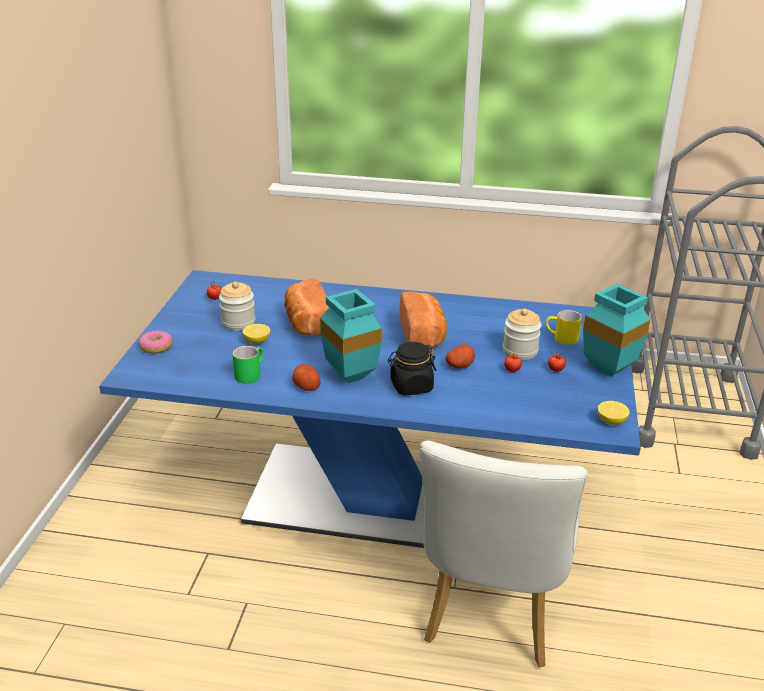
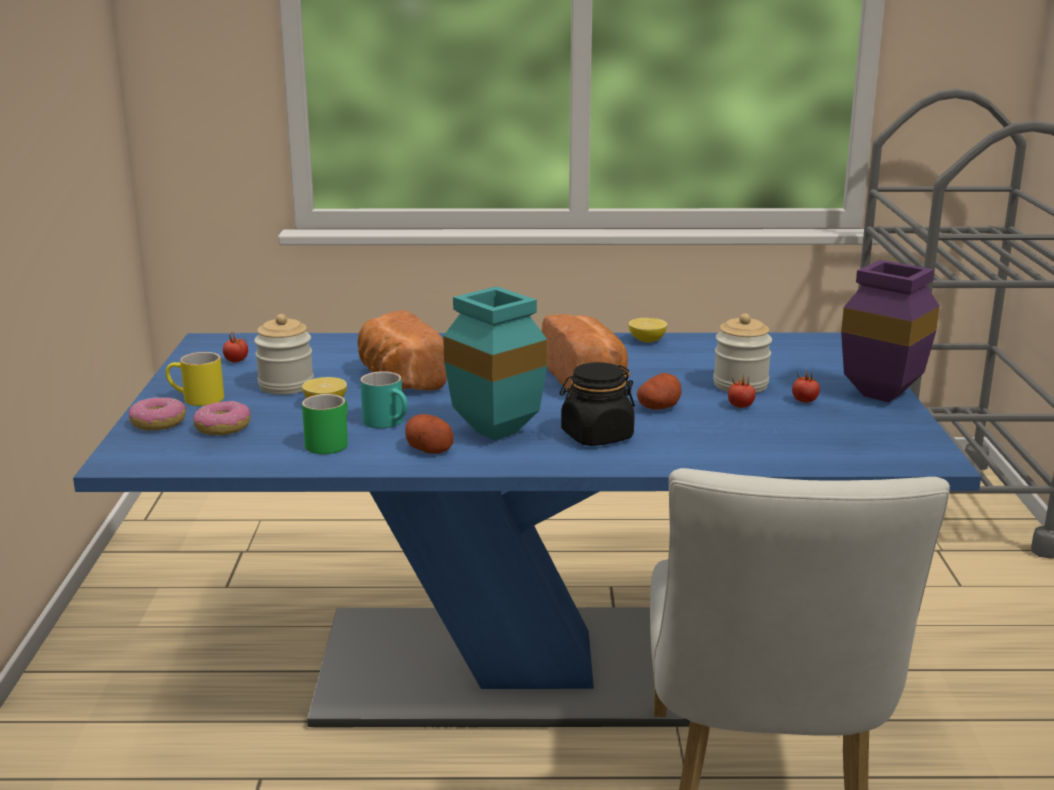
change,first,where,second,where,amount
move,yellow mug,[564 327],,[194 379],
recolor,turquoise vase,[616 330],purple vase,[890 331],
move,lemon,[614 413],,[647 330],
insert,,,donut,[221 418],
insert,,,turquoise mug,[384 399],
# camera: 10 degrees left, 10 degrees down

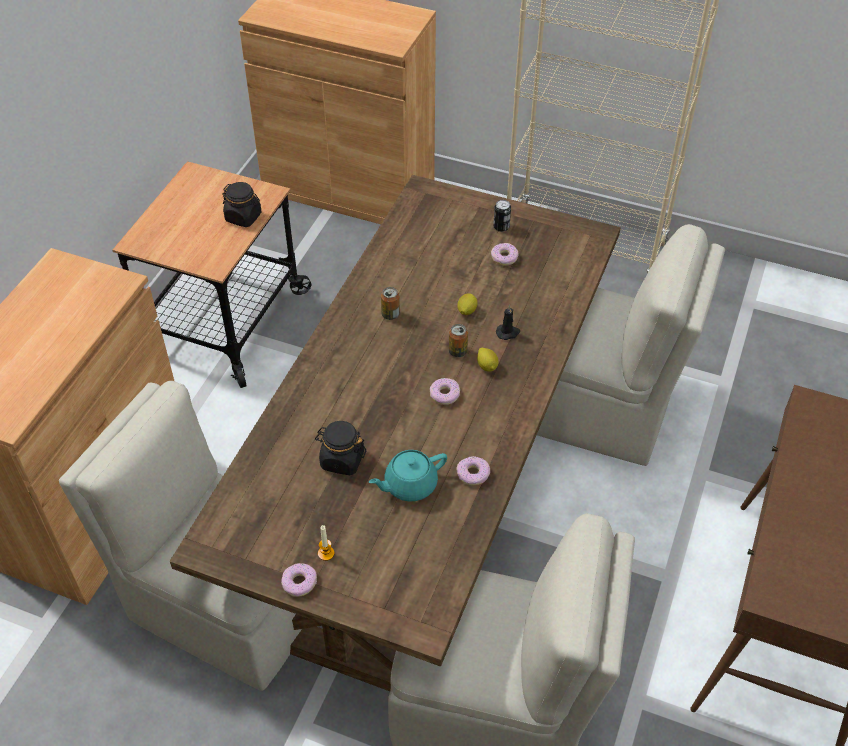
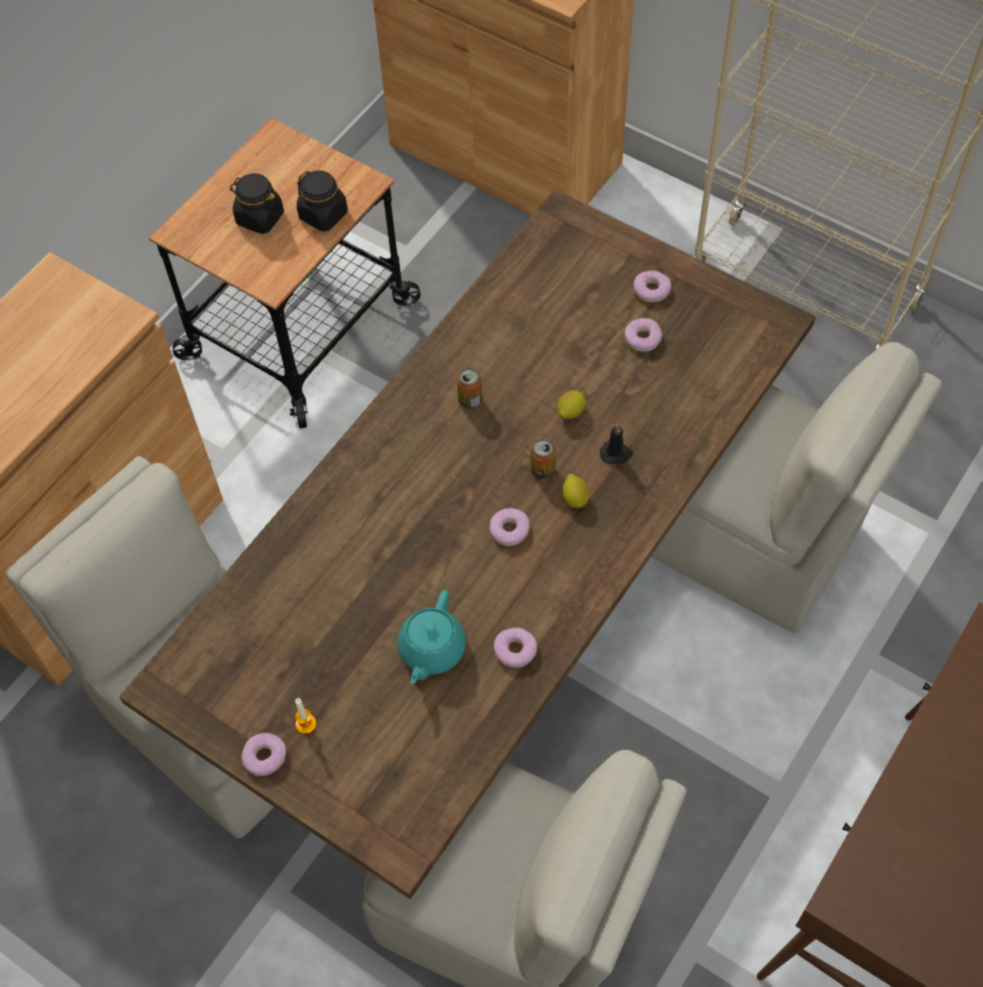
change,first,where,second,where,amount
move,black jar,[340 448],,[256 203],
rotate,turquoise teapot,[408 476],,[432 637],60 degrees counterclockwise
replace,can,[502 216],donut,[652 287],
# camera: 15 degrees right, 10 degrees up

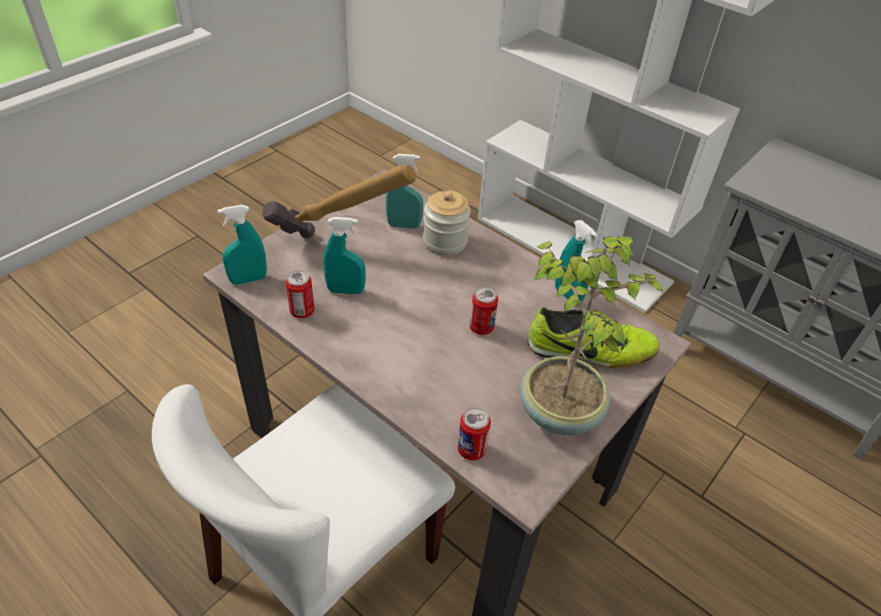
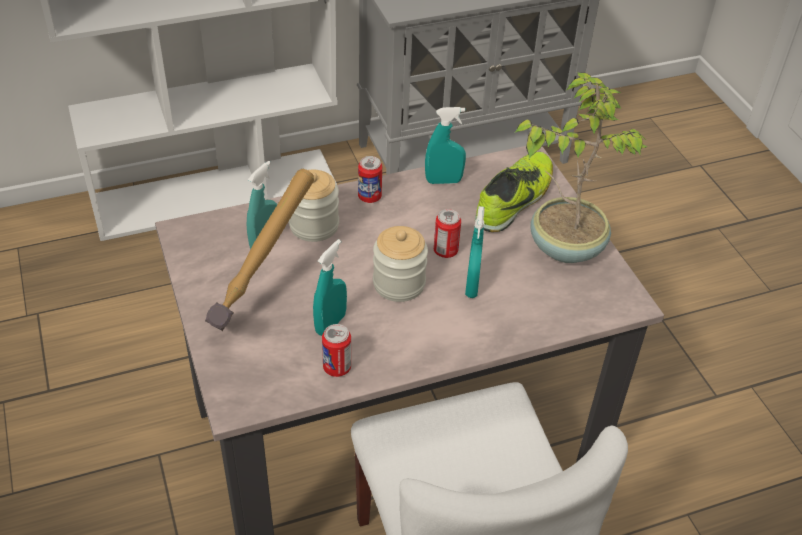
change,first,where,second,where,amount
move,turquoise spray bottle,[242 245],,[474 252],
move,can,[474 433],,[370 179],
insert,,,jar,[400 264],
# camera: 60 degrees left, 0 degrees up

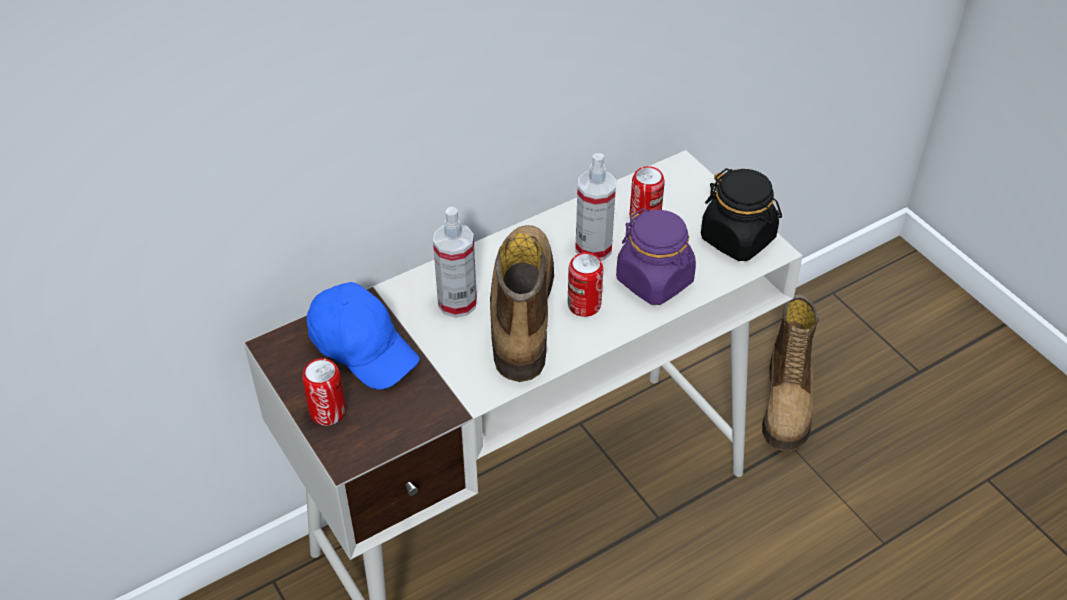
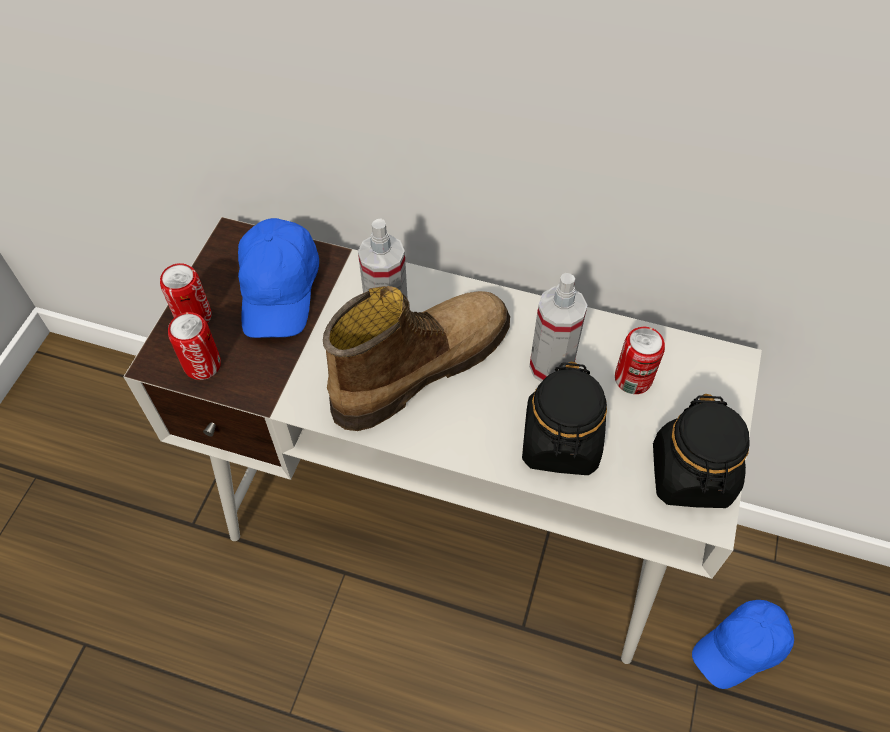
change,first,where,second,where,amount
move,can,[585 285],,[194 346],
recolor,purple jar,[656 256],black jar,[564 418],
replace,boot,[790 373],blue cap,[743 644],
# camera: 50 degrees right, 10 degrees up

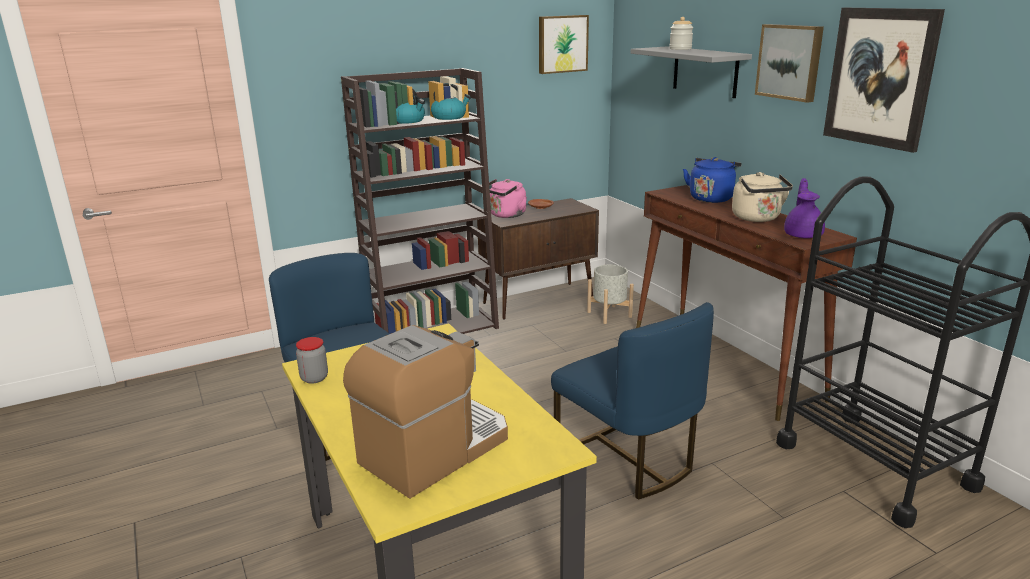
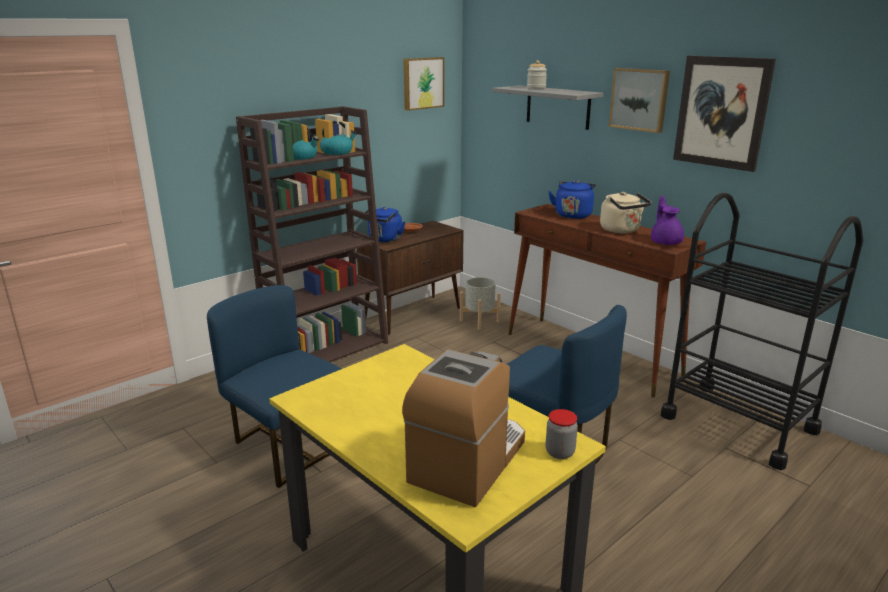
change,first,where,second,where,amount
move,jar,[312 360],,[562 434],
recolor,pink kettle,[508 198],blue kettle,[384 224],
# camera: 15 degrees left, 0 degrees up

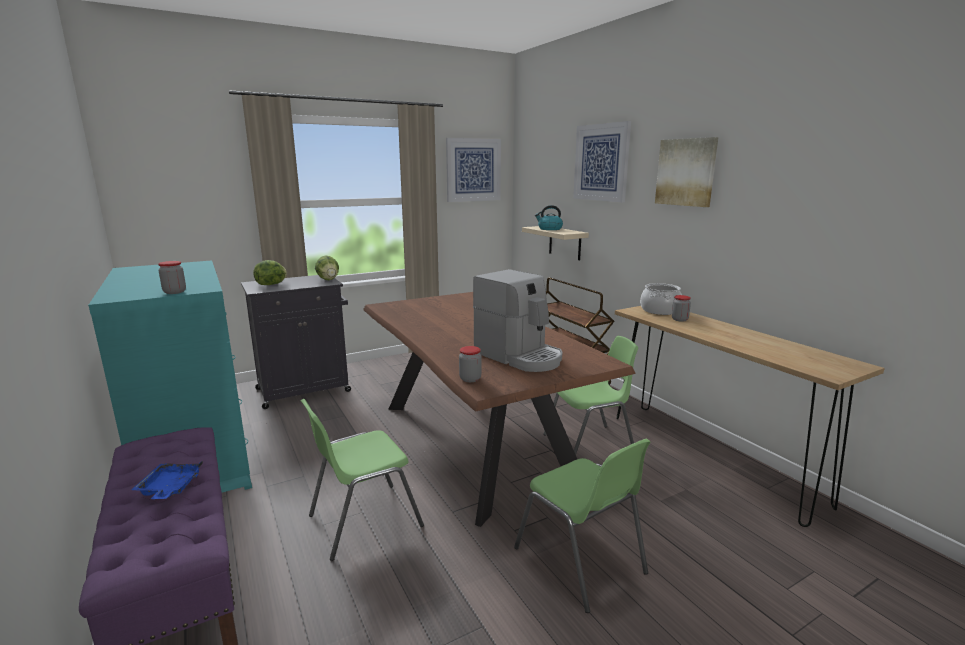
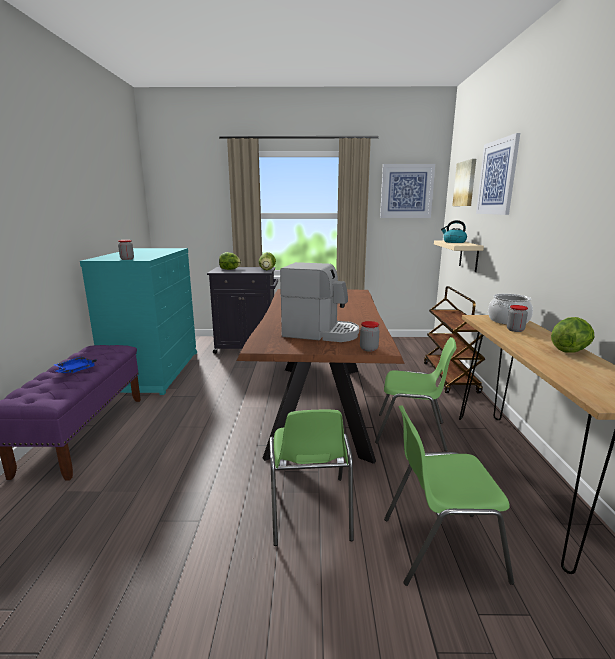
change,first,where,second,where,amount
move,green chair,[362 480],,[449 495],
move,jar,[470 364],,[370 336],
rotate,coffee machine,[517 320],,[319 302],60 degrees counterclockwise
move,picture,[686 172],,[464 182],
insert,,,lettuce,[572 335],
# camera: 30 degrees right, 0 degrees up

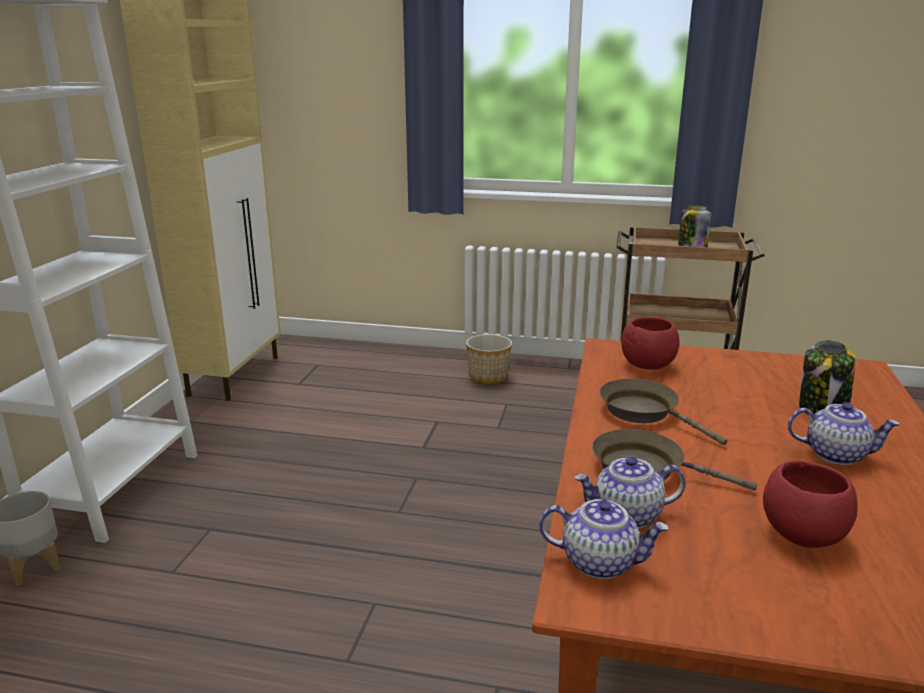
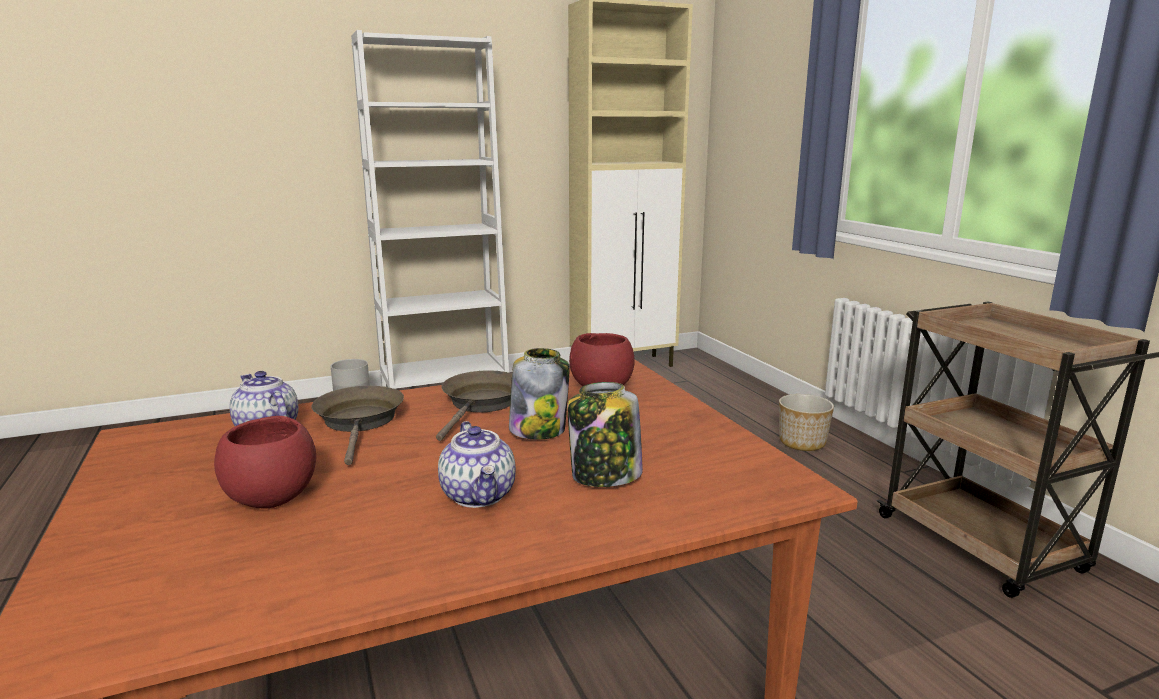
change,first,where,second,where,amount
delete,teapot,[604 539],,,
move,jar,[694 226],,[539 393],
# camera: 55 degrees right, 5 degrees down

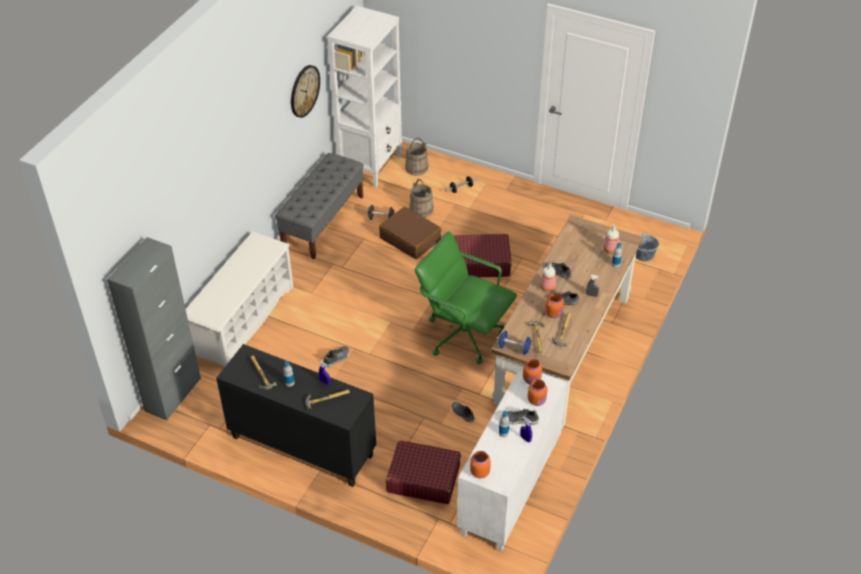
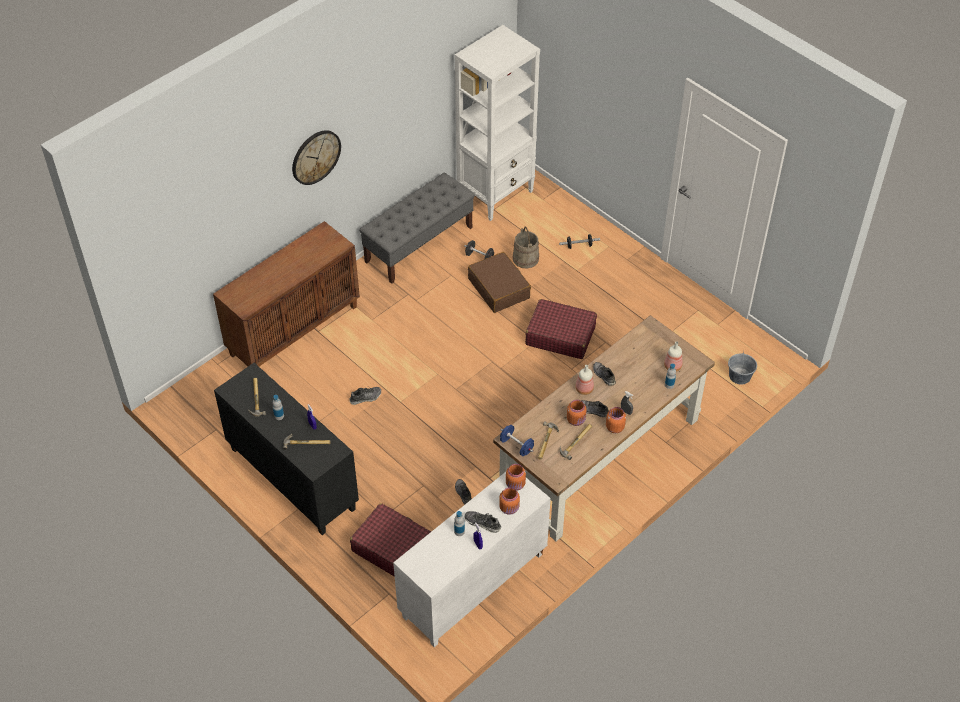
change,first,where,second,where,amount
delete,grey cabinet,[154 329],,,
replace,white shoe rack,[239 299],brown cabinet,[286 293],
move,wall clock,[305 91],,[316 157],
delete,beige bucket,[416 157],,,
delete,green office chair,[466 297],,,
move,orange jar,[480 464],,[616 420],
# camera: 20 degrees right, 5 degrees up

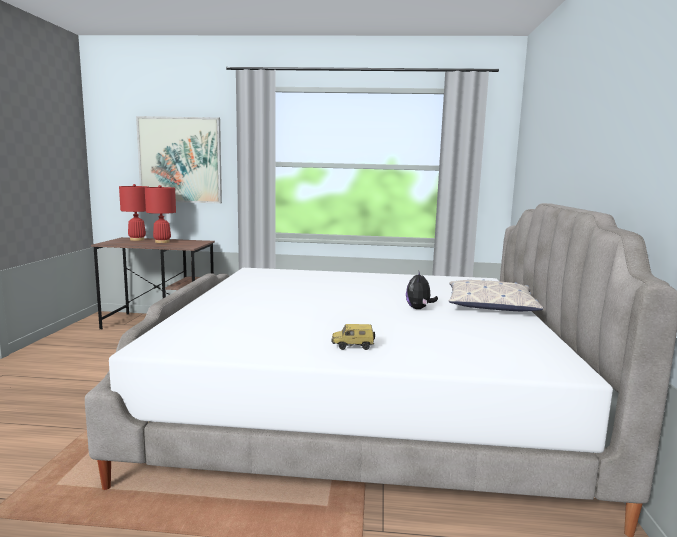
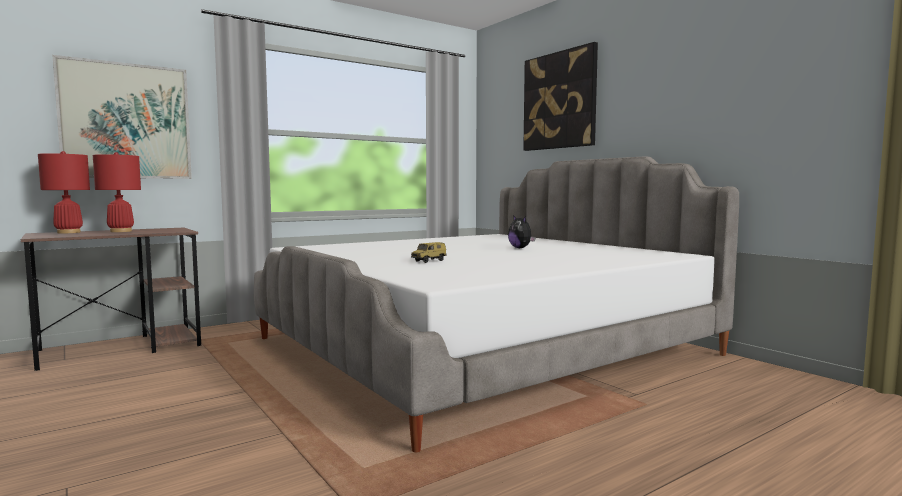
change,first,where,second,where,amount
move,toy car,[353 337],,[429 252],
delete,pillow,[496 295],,,
insert,,,picture,[560 96],
# camera: 40 degrees left, 5 degrees down

